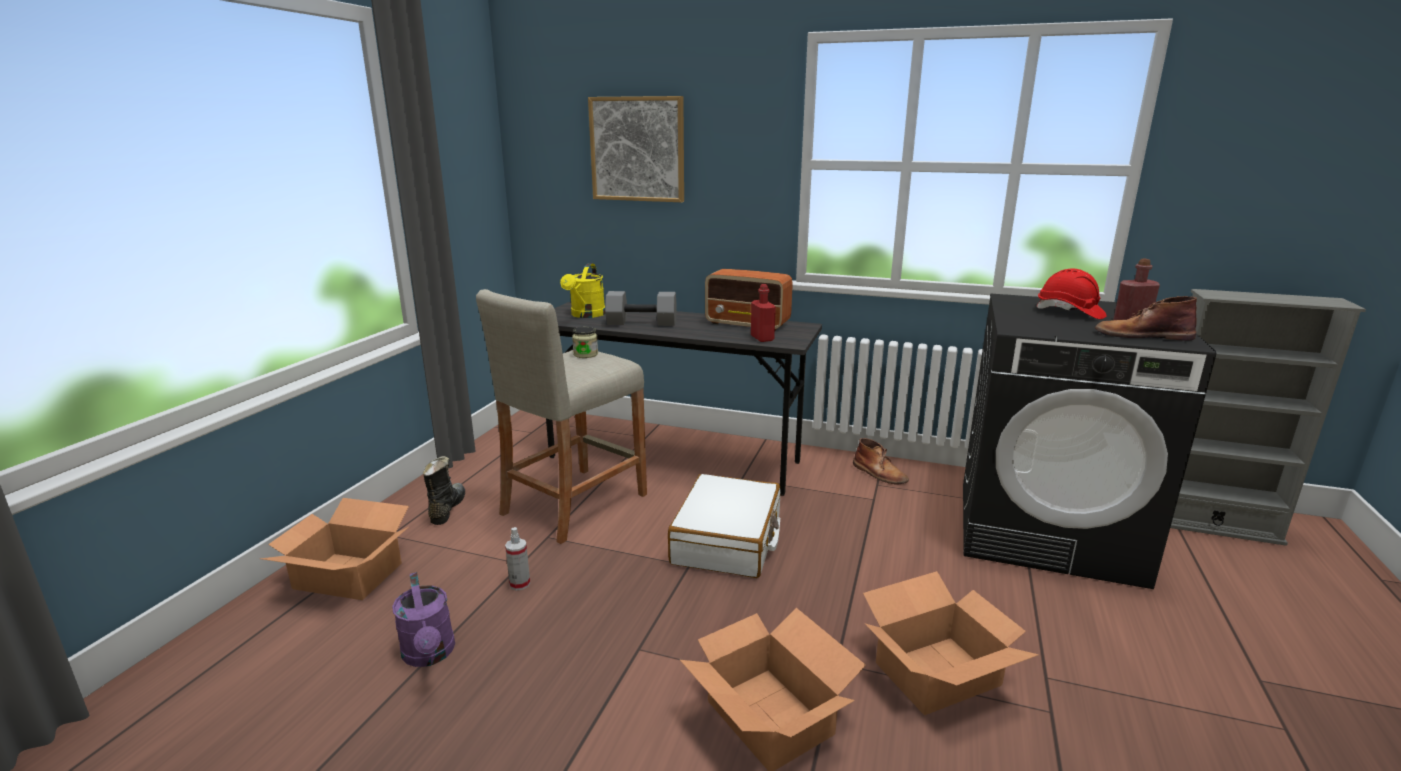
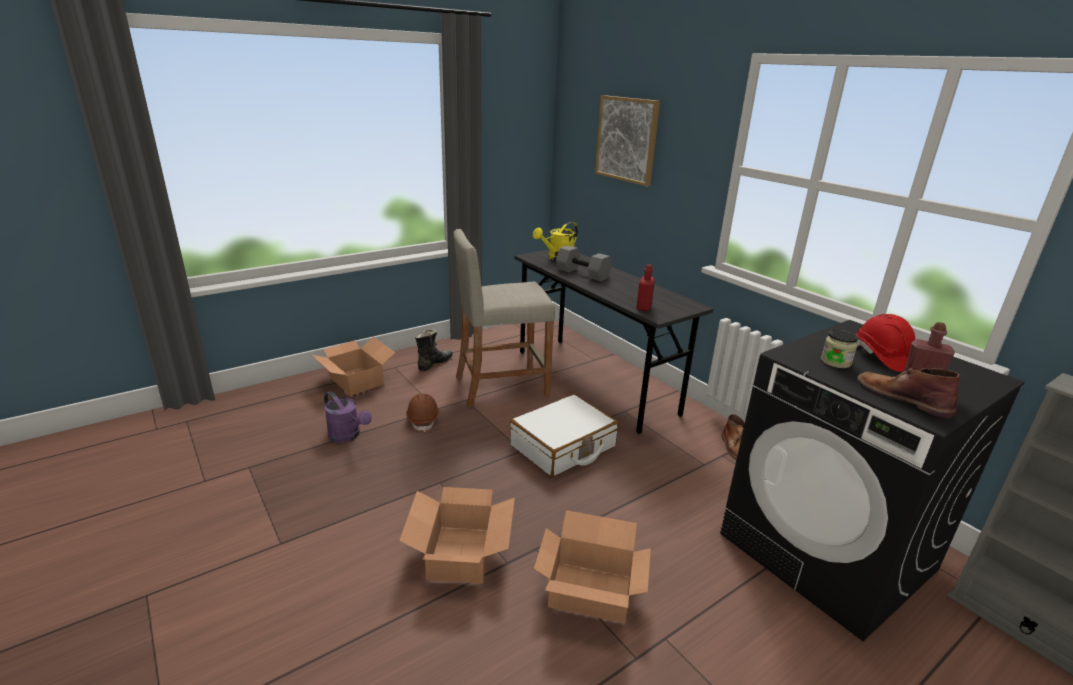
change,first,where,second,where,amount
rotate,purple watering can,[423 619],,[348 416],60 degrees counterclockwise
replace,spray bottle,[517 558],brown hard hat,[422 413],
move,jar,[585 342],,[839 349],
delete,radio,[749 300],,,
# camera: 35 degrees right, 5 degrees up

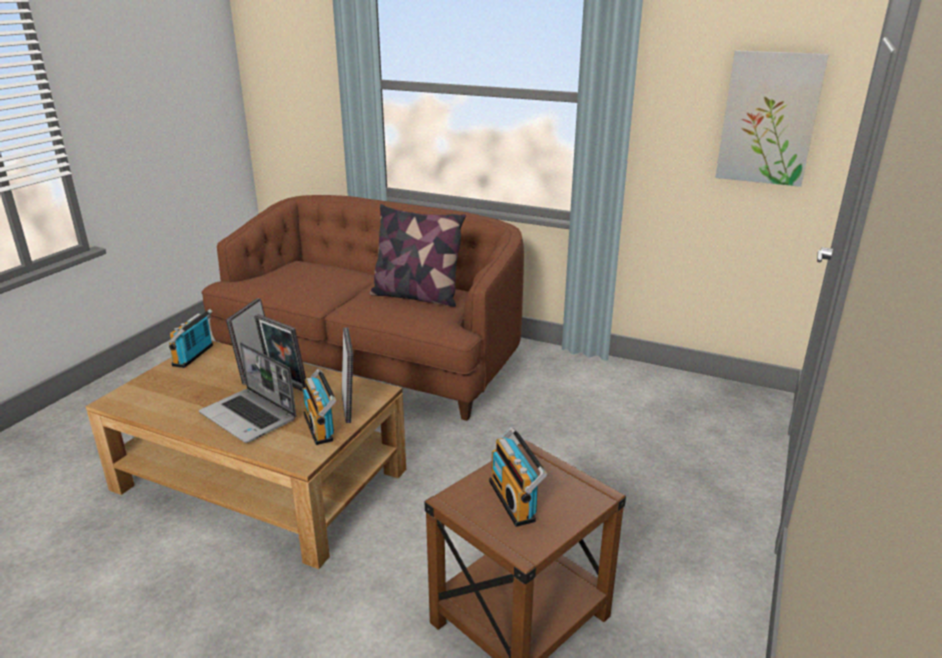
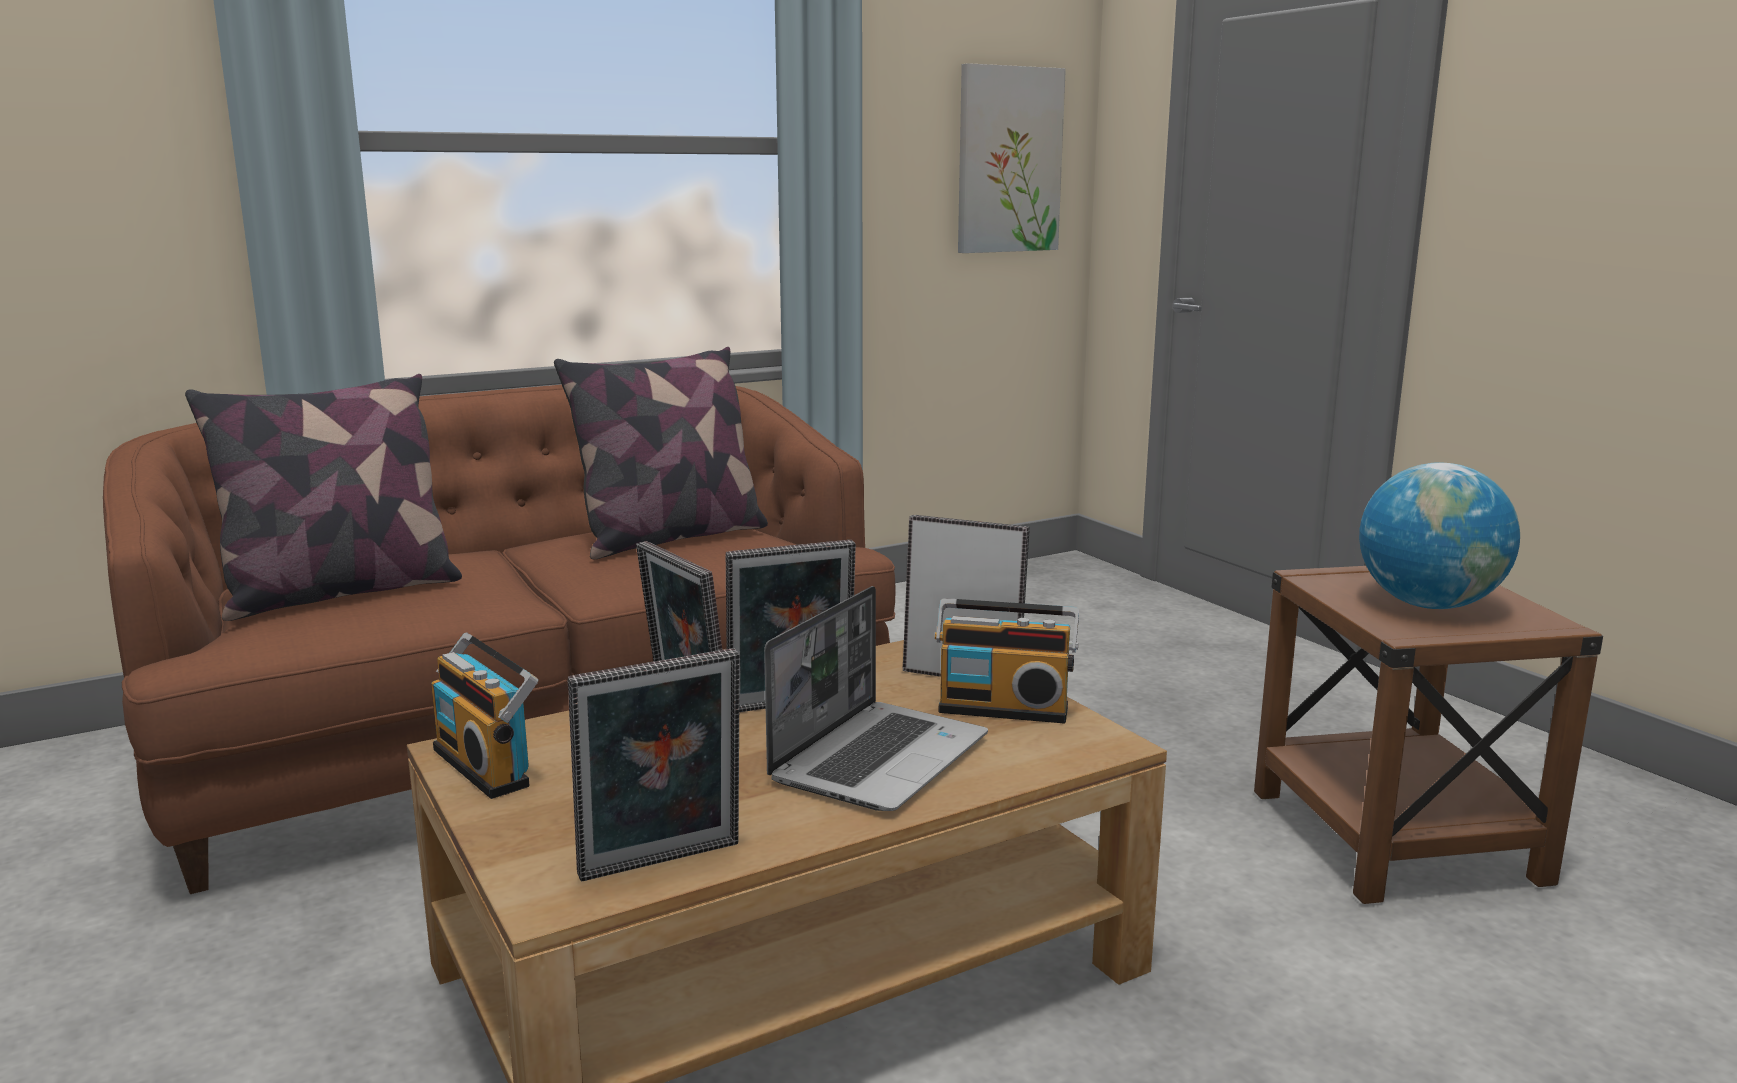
change,first,where,second,where,amount
rotate,laptop,[247 392],,[876 698],45 degrees counterclockwise
replace,radio,[518 477],globe,[1439 535],
insert,,,pillow,[323 497],
insert,,,picture frame,[654 765],
# camera: 55 degrees left, 10 degrees down

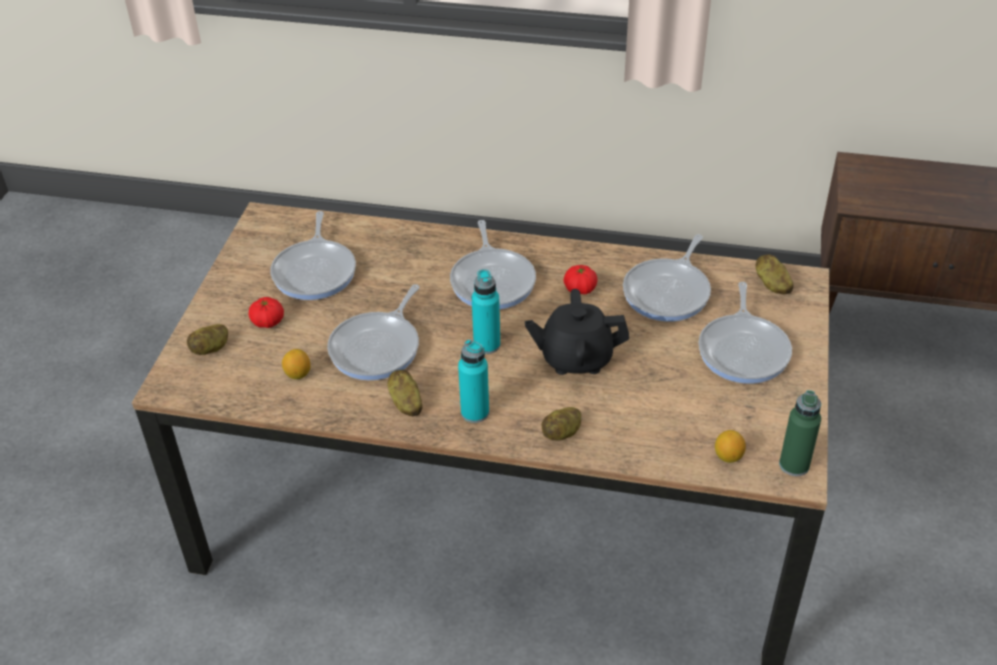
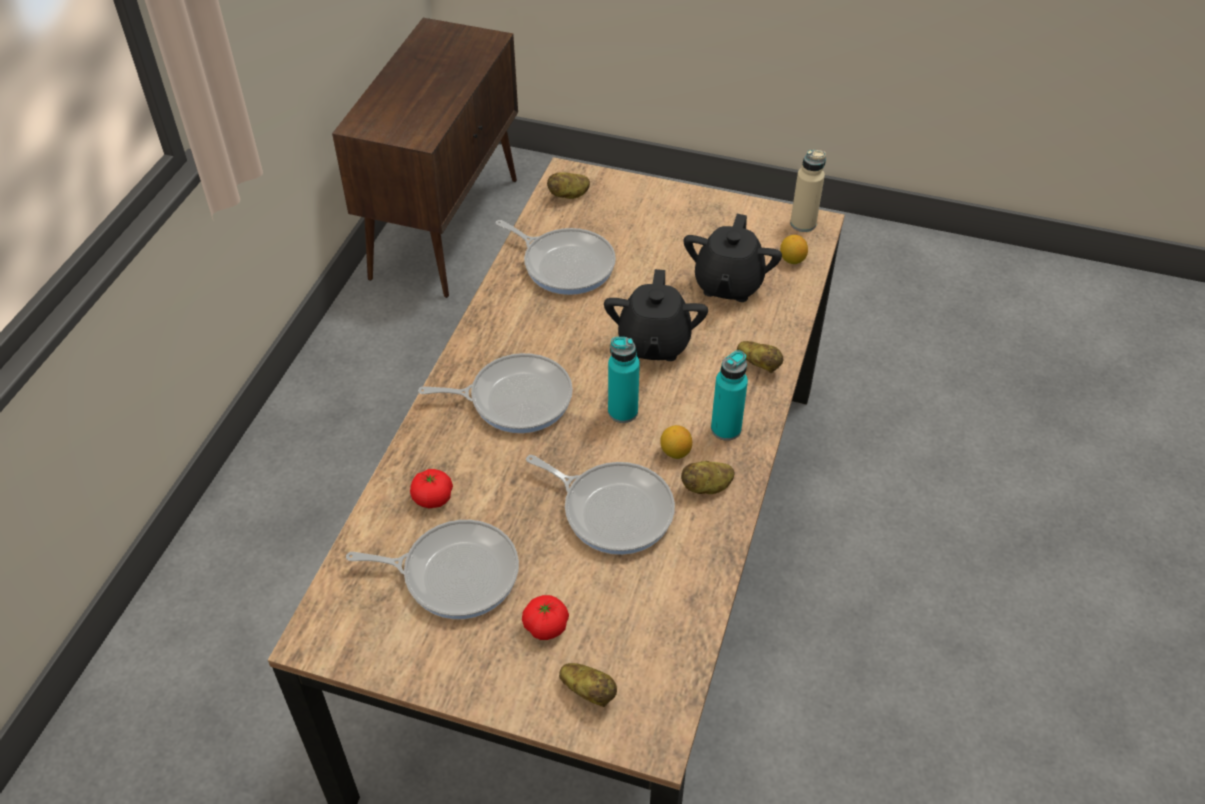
change,first,where,second,where,amount
move,lemon,[296 364],,[676 442],
move,tomato,[581 279],,[431 488],
delete,frying pan,[745 333],,,
recolor,green bottle,[800 433],beige bottle,[808 191],
insert,,,black teapot,[732 258],
# camera: 85 degrees left, 5 degrees up

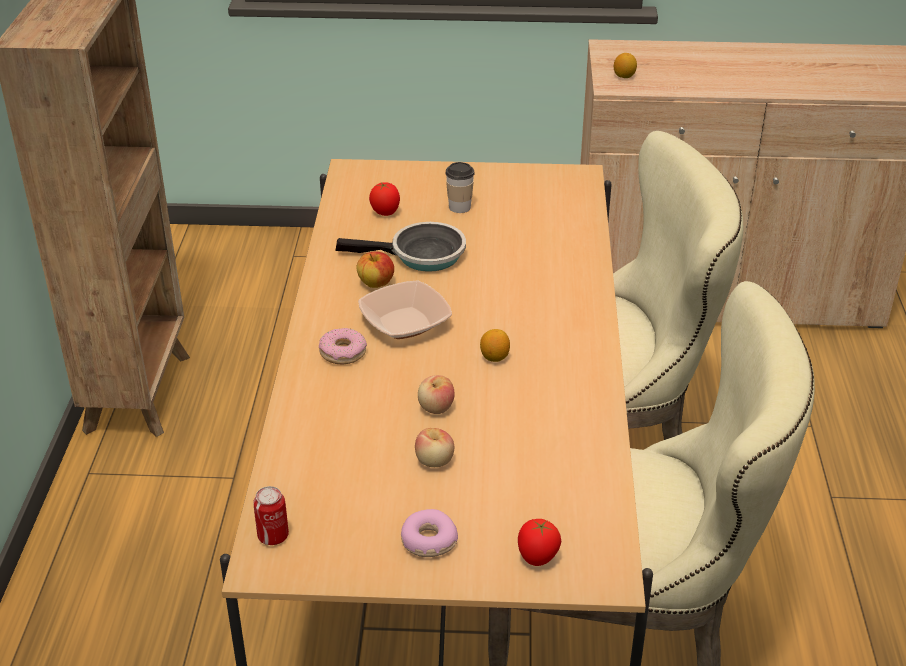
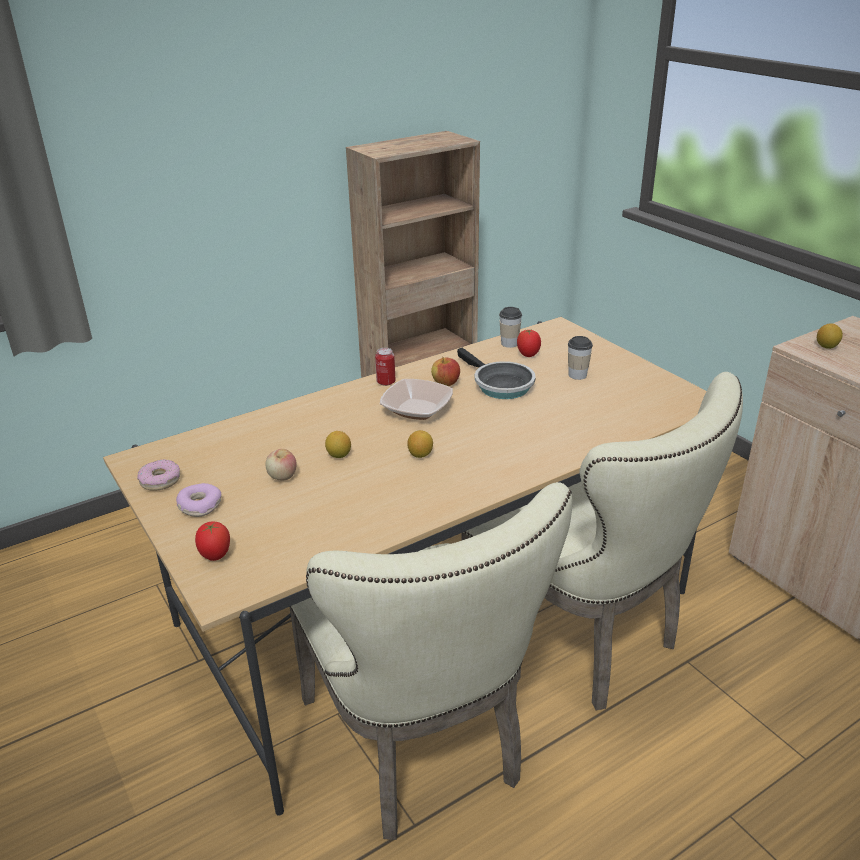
change,first,where,second,where,amount
move,can,[271 515],,[385 367],
move,donut,[343 346],,[158 475],
replace,apple,[436 394],lemon,[338 444],
insert,,,cup,[510 327],
# camera: 55 degrees right, 5 degrees down

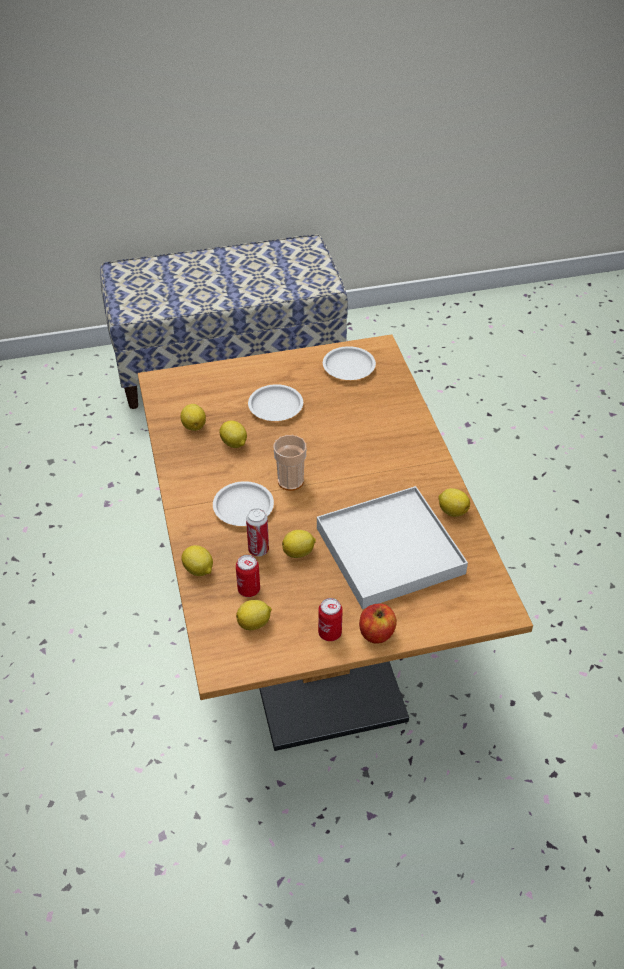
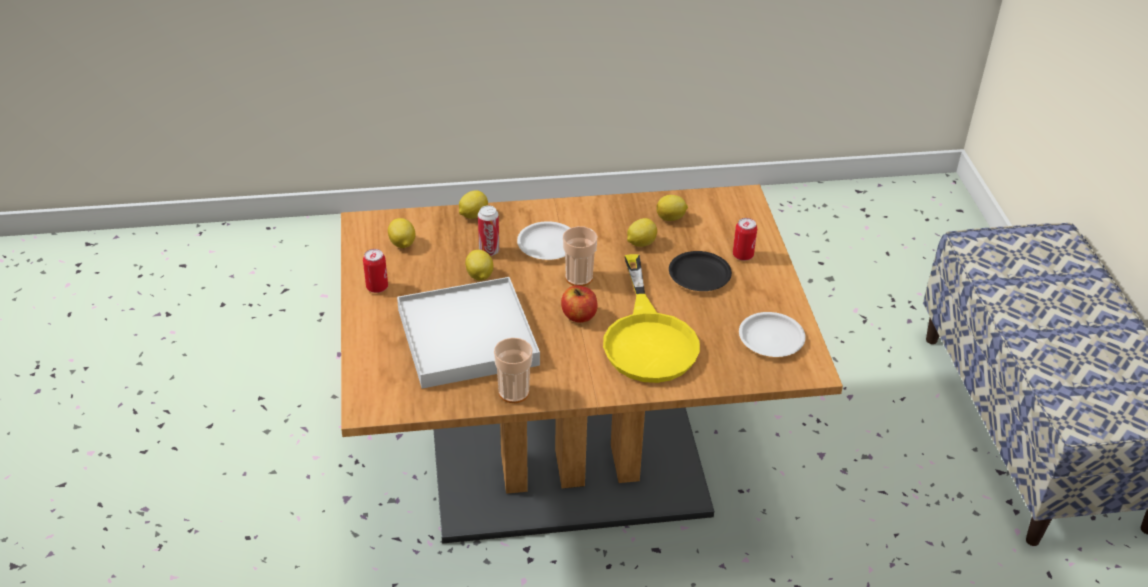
change,first,where,second,where,amount
move,can,[248 576],,[745 239],
recolor,white plate,[275 402],black plate,[700 271],
move,apple,[378 624],,[579 304],
replace,lemon,[454 502],cup,[513 370],
insert,,,yellow frying pan,[651 318],
# camera: 95 degrees right, 5 degrees down

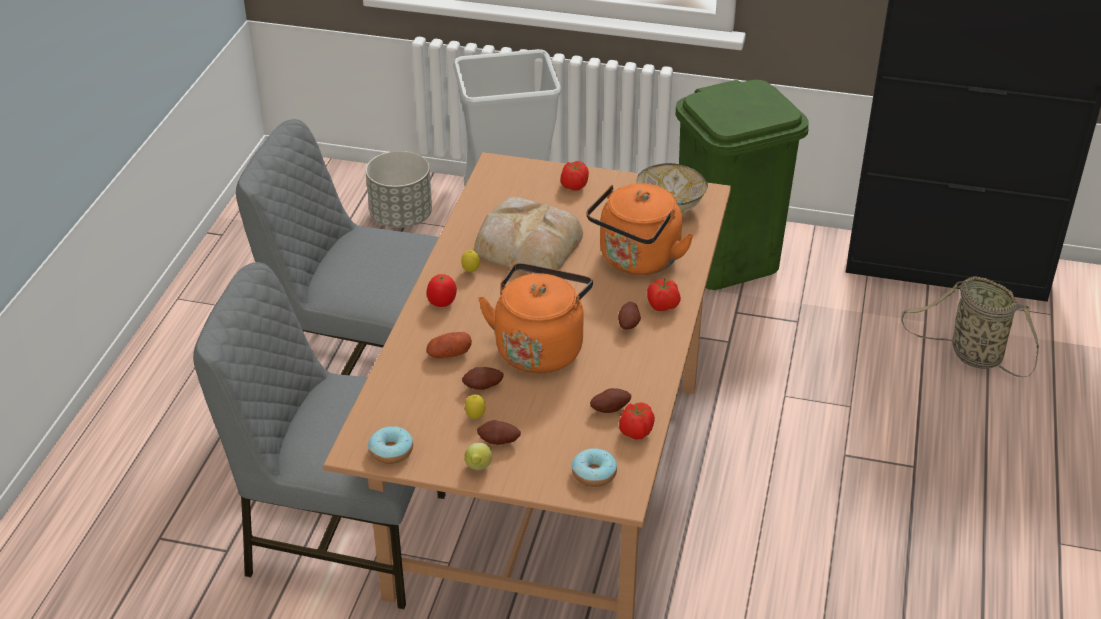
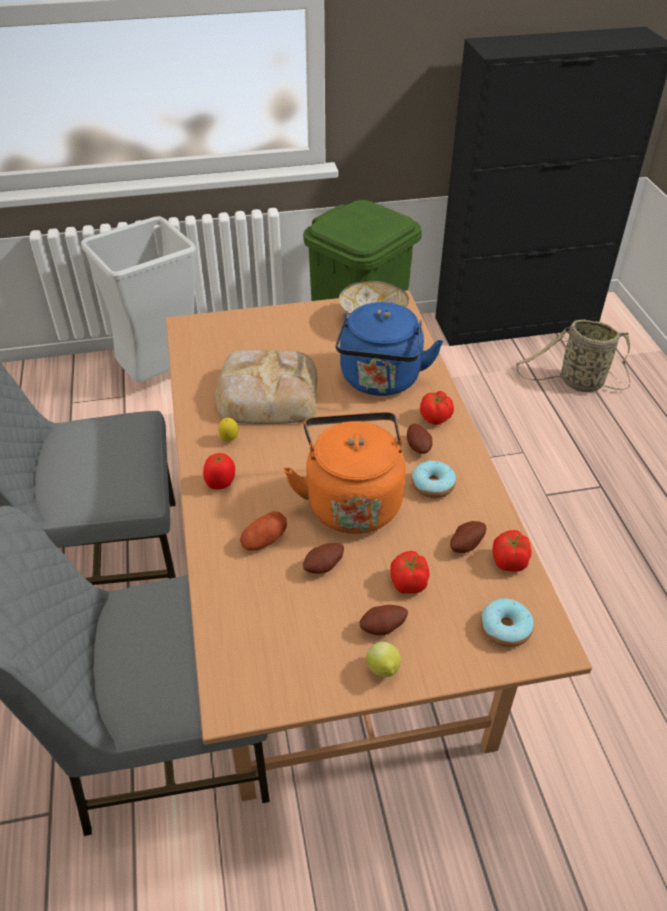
change,first,where,second,where,amount
delete,grey planter,[399 189],,,
move,donut,[390 445],,[433 479],
delete,lemon,[475 406],,,
move,tomato,[574 176],,[409 572],
recolor,orange kettle,[640 229],blue kettle,[389 349],
# camera: 25 degrees left, 5 degrees up

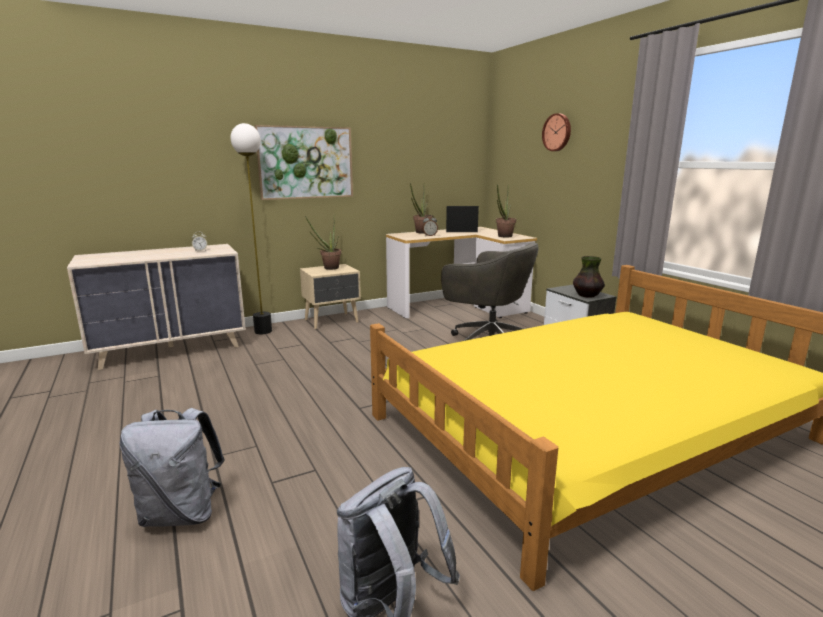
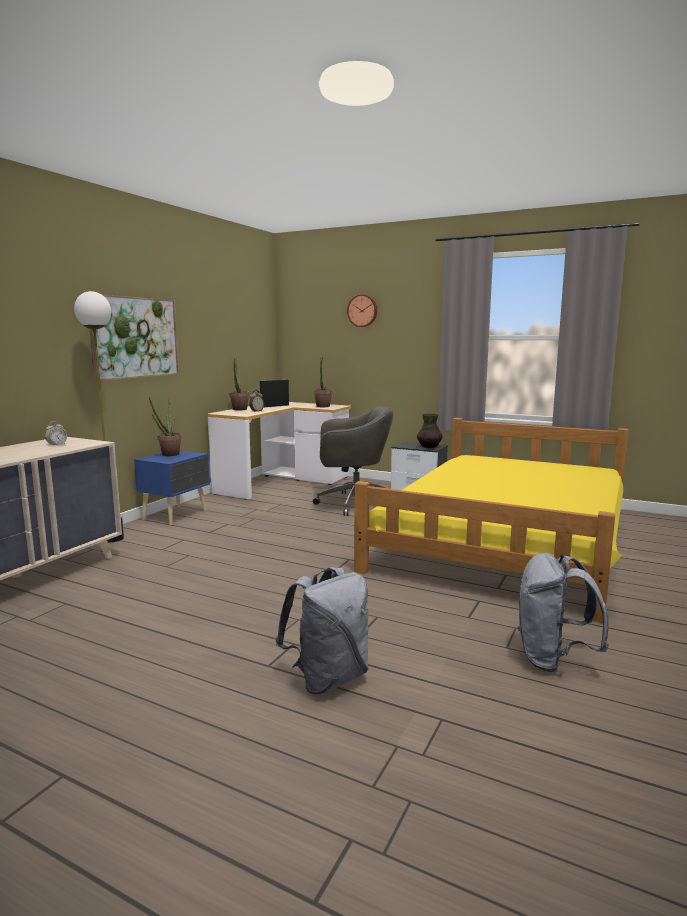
change,first,where,second,where,amount
recolor,beige nightstand,[330 296],blue nightstand,[172 487],
# camera: 35 degrees left, 5 degrees down

